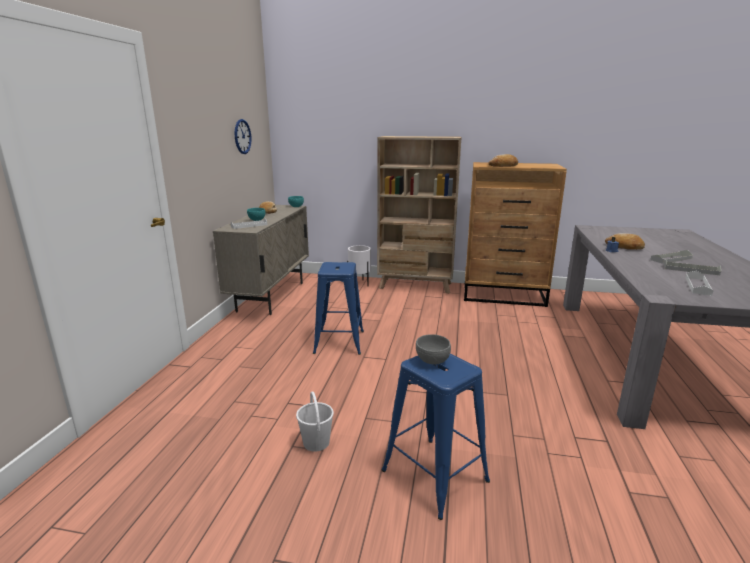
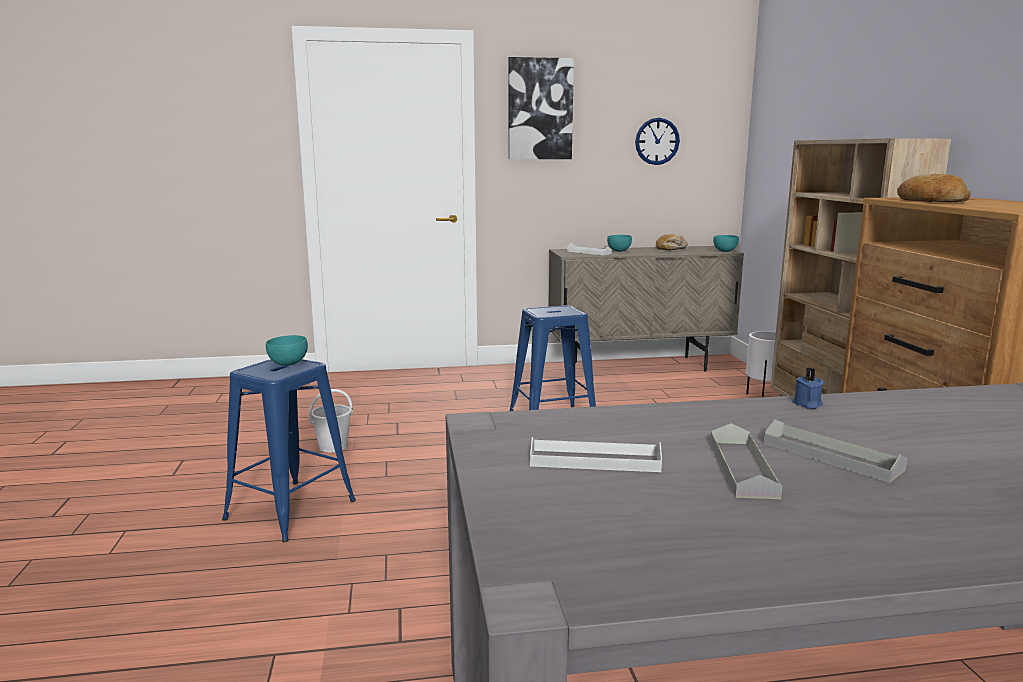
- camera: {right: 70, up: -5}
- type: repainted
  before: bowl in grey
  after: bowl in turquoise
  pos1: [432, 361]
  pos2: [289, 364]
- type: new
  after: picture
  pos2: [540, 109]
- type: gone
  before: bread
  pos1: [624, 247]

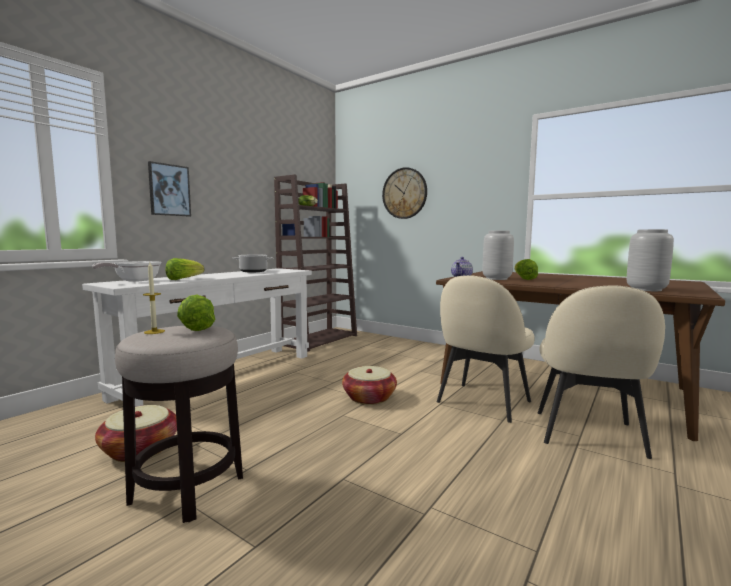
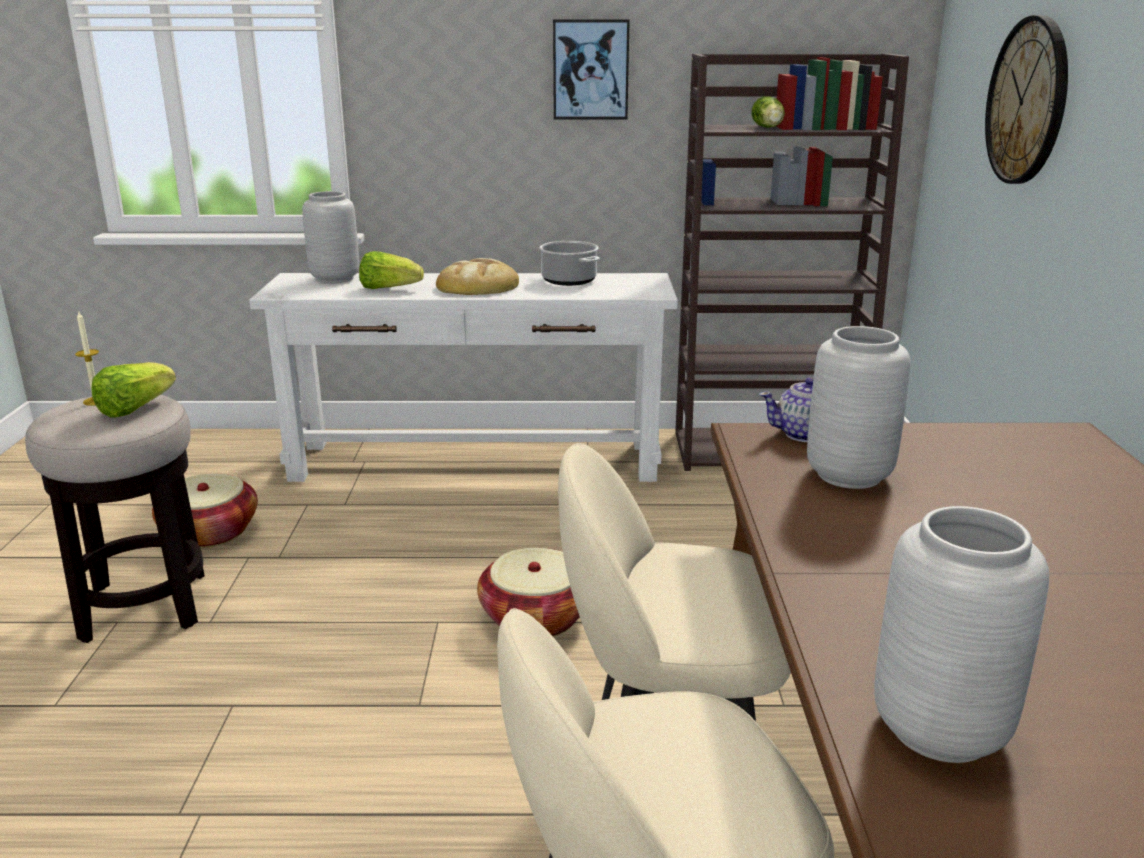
- camera: {right: 55, up: 15}
- type: swapped
  before: frying pan
  after: vase in grey
  pos1: [133, 281]
  pos2: [334, 278]
- type: new
  after: bread
  pos2: [478, 285]
- type: shifted
  before: picture
  pos1: [169, 190]
  pos2: [590, 70]
- type: gone
  before: lettuce
  pos1: [523, 279]

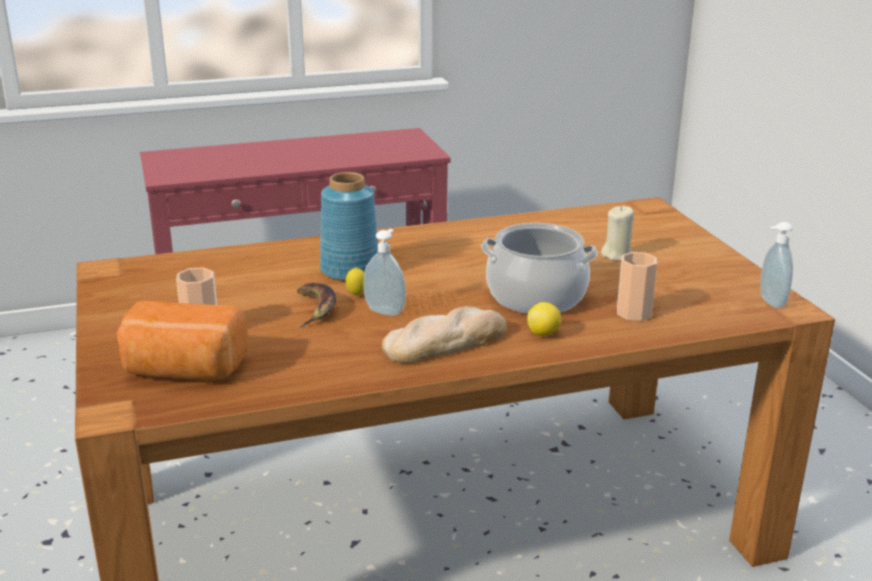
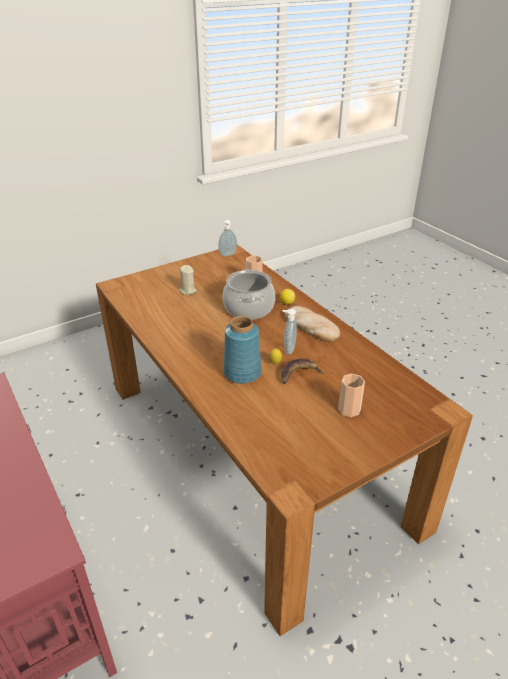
- camera: {right: -105, up: 10}
- type: gone
  before: bread
  pos1: [183, 370]

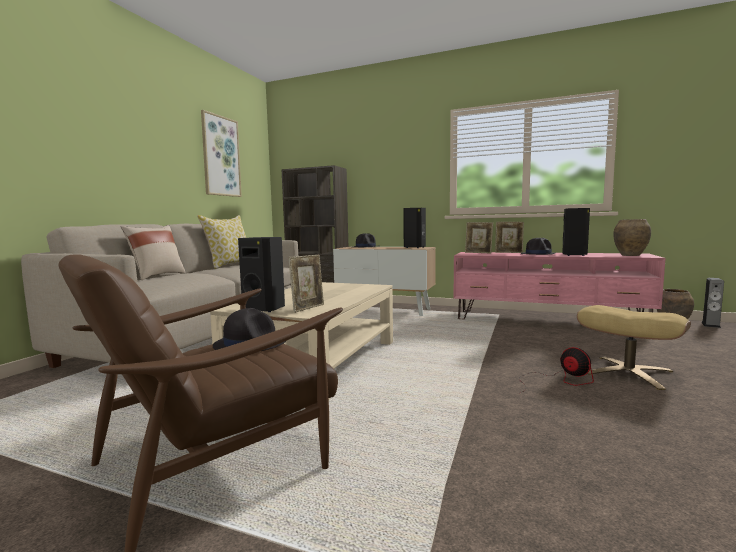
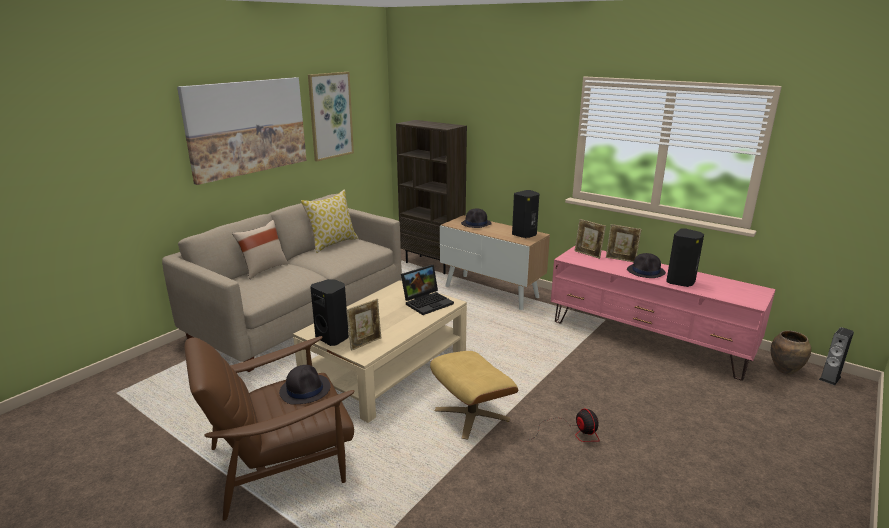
- camera: {right: 15, up: 15}
- type: new
  after: picture
  pos2: [247, 127]
- type: new
  after: laptop
  pos2: [427, 302]
- type: shifted
  before: ottoman in beige
  pos1: [628, 372]
  pos2: [471, 415]
- type: gone
  before: vase in brown
  pos1: [630, 255]

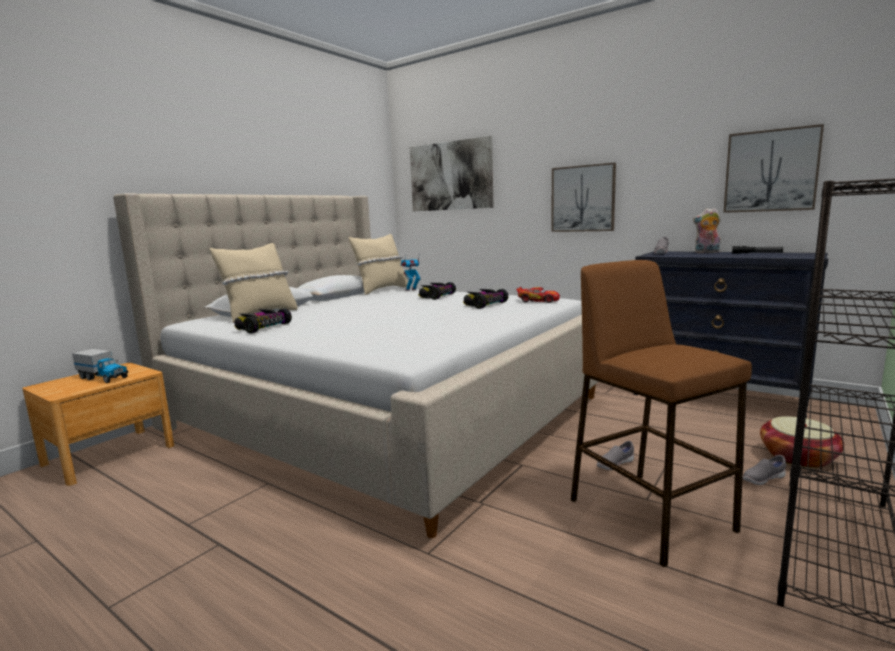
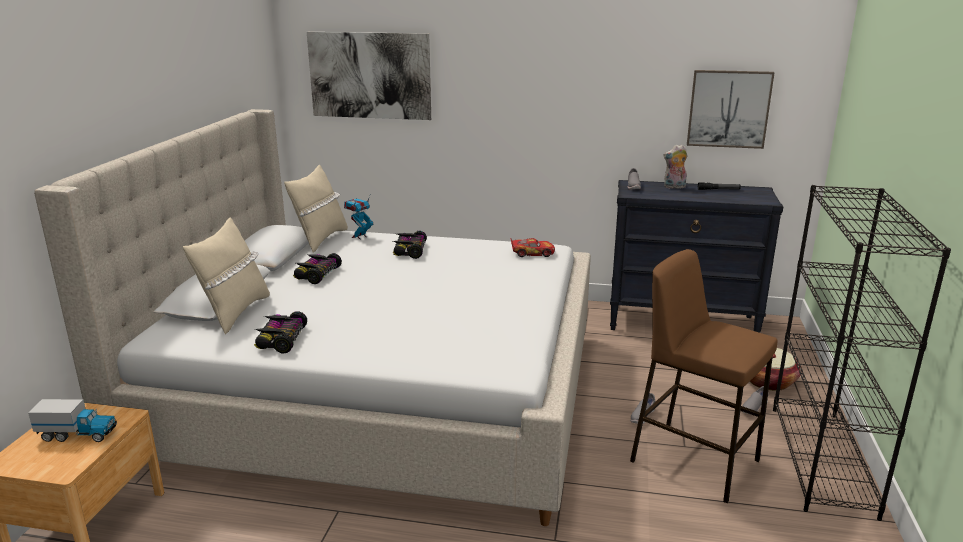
- camera: {right: -25, up: 10}
- type: shifted
  before: toy car
  pos1: [484, 304]
  pos2: [317, 274]
- type: gone
  before: picture
  pos1: [583, 198]

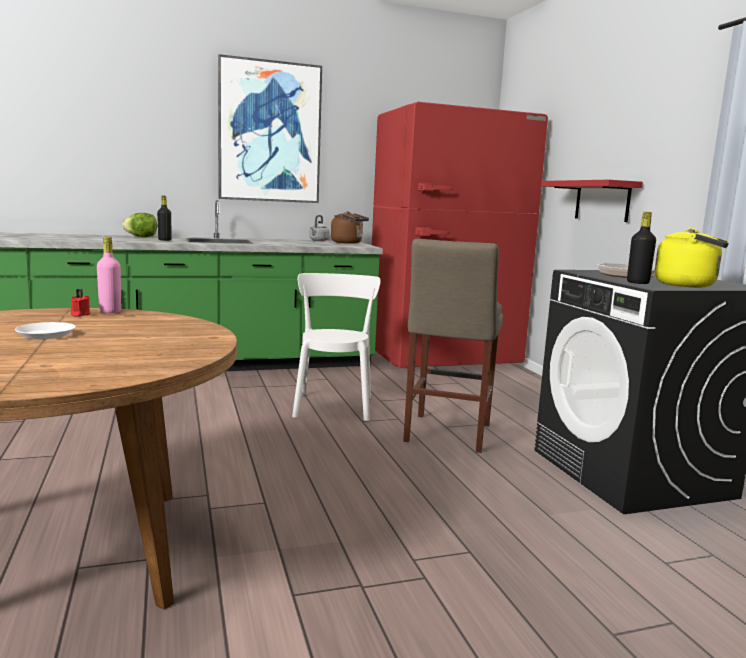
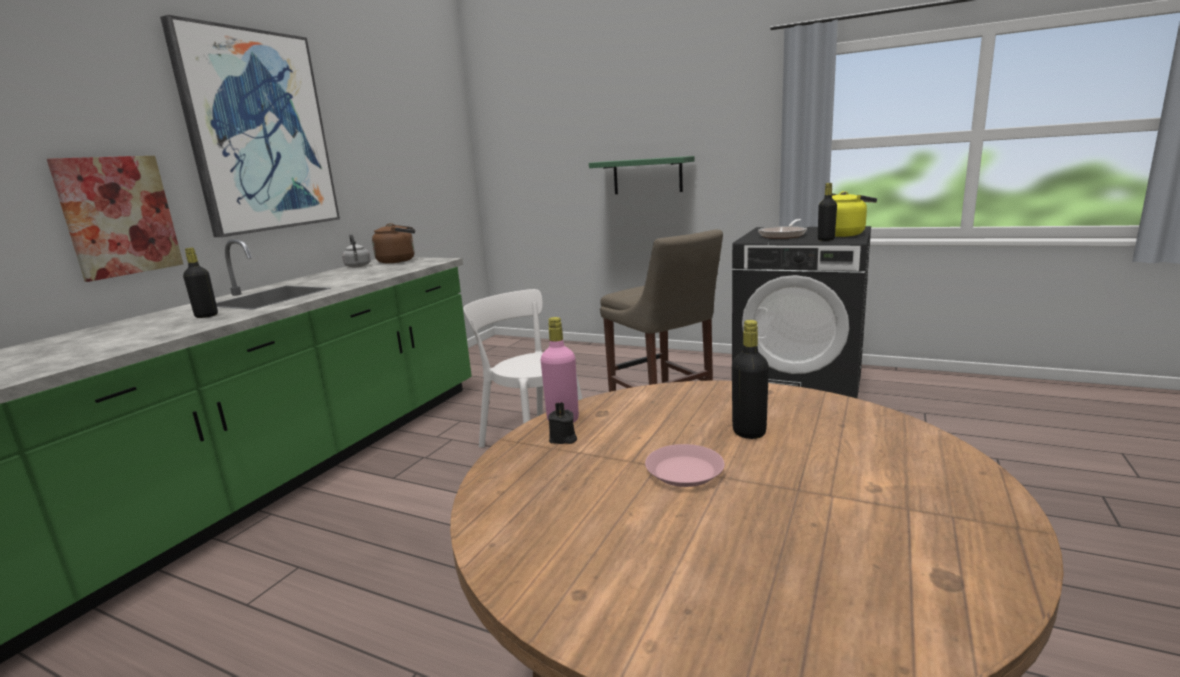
- camera: {right: -45, up: 5}
- type: new
  after: picture
  pos2: [119, 216]
- type: repainted
  before: candle in red
  after: candle in black
  pos1: [79, 314]
  pos2: [563, 439]
- type: repainted
  before: shelf in red
  after: shelf in green
  pos1: [602, 201]
  pos2: [647, 176]
- type: repainted
  before: plate in white
  after: plate in pink
  pos1: [46, 334]
  pos2: [684, 471]
- type: new
  after: bottle in black
  pos2: [749, 432]
- type: gone
  before: lettuce
  pos1: [141, 237]
- type: gone
  before: fridge in red
  pos1: [442, 359]

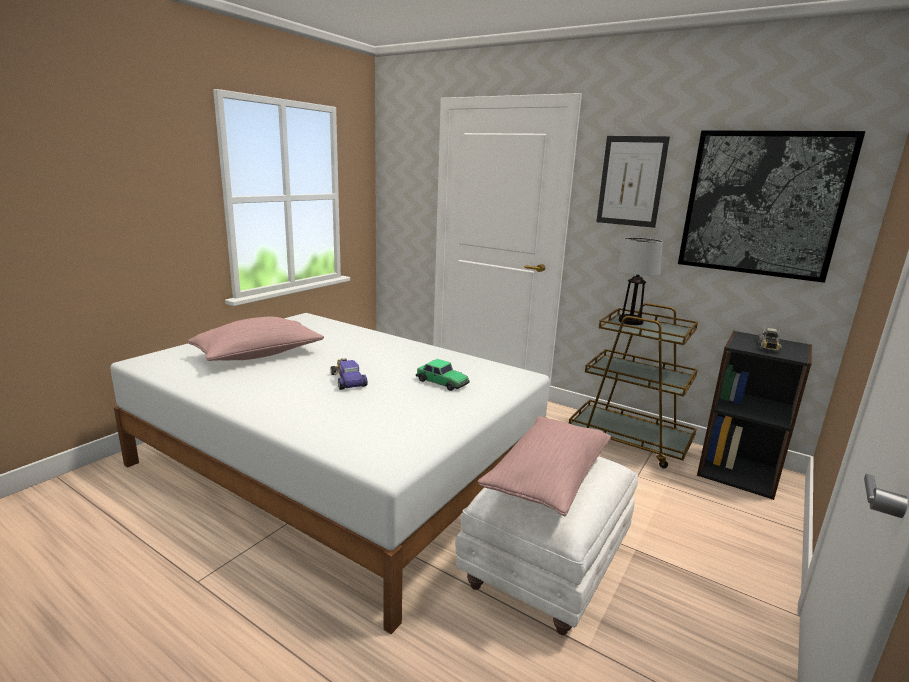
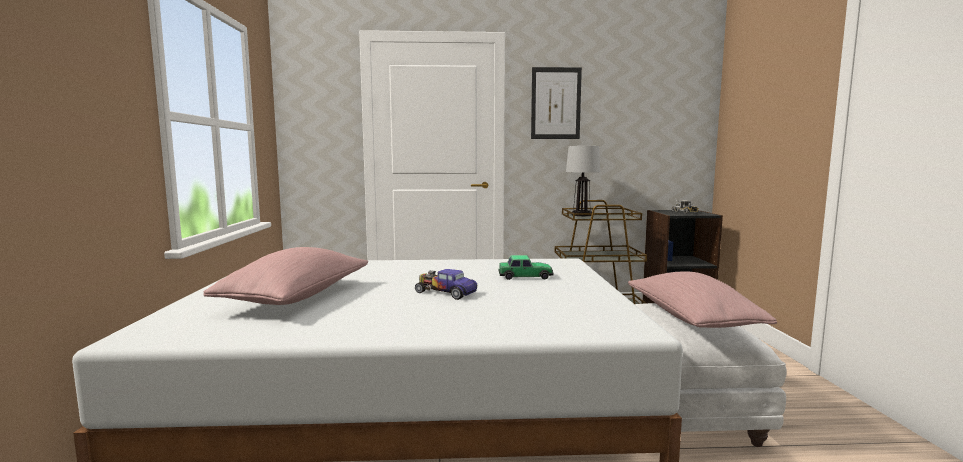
- camera: {right: -35, up: -10}
- type: gone
  before: picture
  pos1: [762, 204]

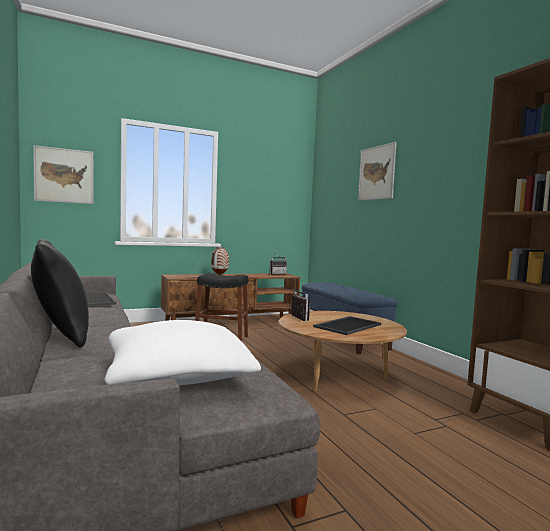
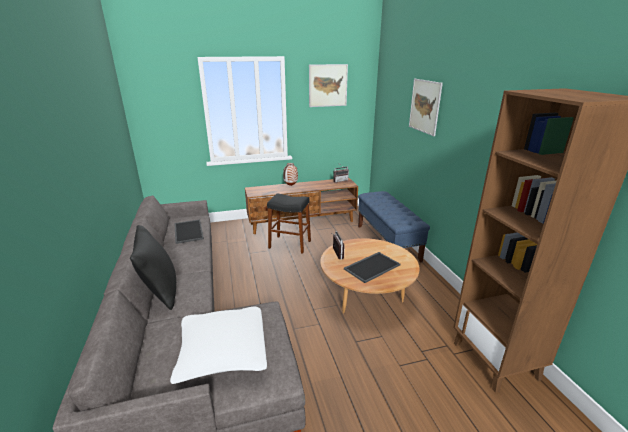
- camera: {right: 10, up: 20}
- type: shifted
  before: picture
  pos1: [64, 175]
  pos2: [328, 85]

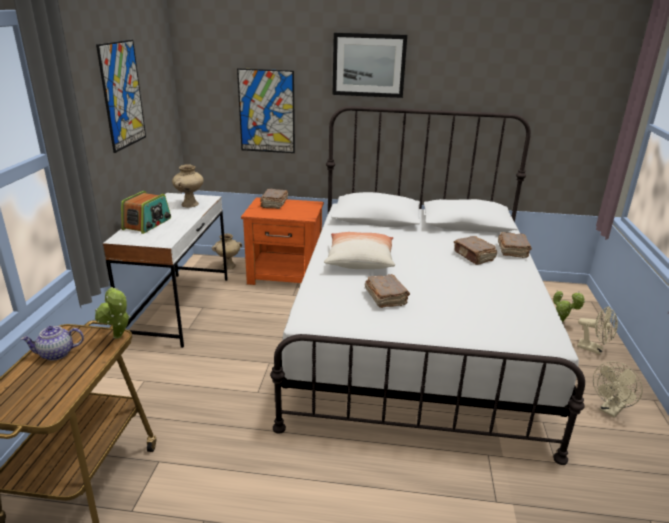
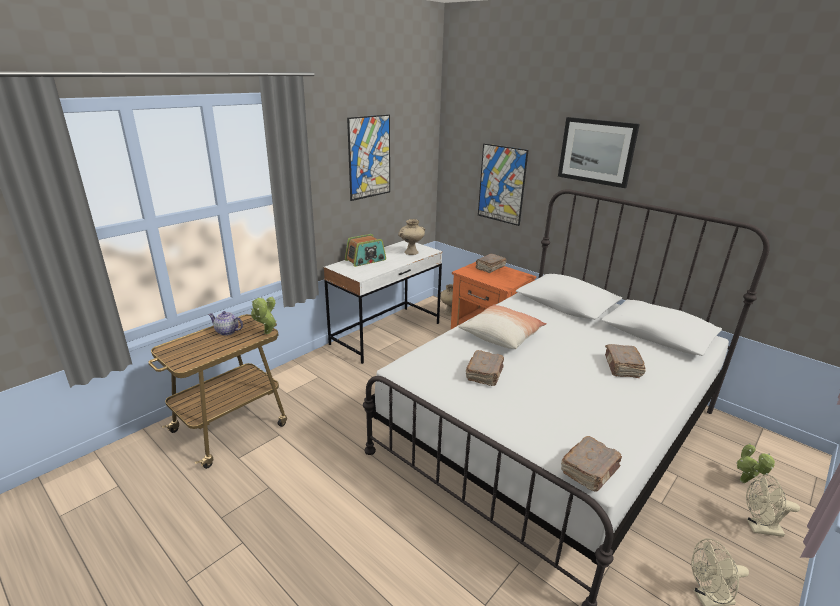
- camera: {right: 35, up: 0}
- type: shifted
  before: book in brown
  pos1: [512, 251]
  pos2: [590, 471]
- type: rotated
  before: fan in beige
  pos1: [594, 349]
  pos2: [759, 528]
  turn: 120

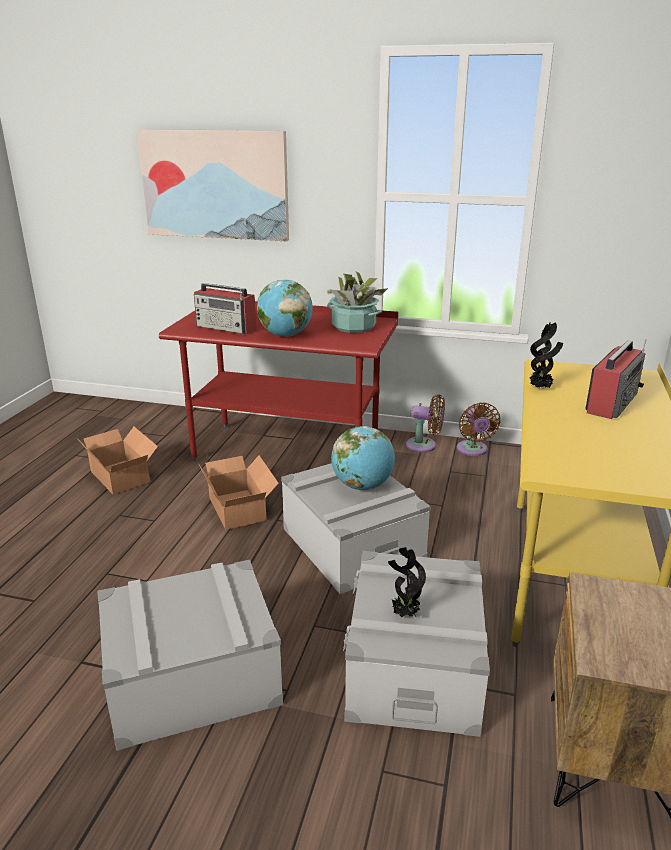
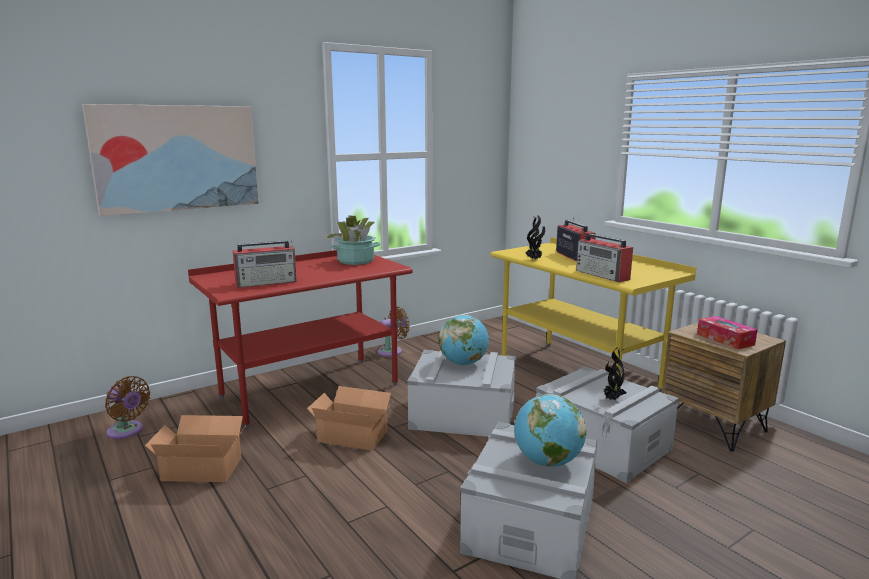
- camera: {right: -50, up: -10}
- type: shifted
  before: fan in brown
  pos1: [473, 450]
  pos2: [127, 431]
- type: shifted
  before: globe
  pos1: [285, 335]
  pos2: [547, 462]
- type: new
  after: radio
  pos2: [603, 275]
- type: new
  after: tissue box
  pos2: [725, 339]

